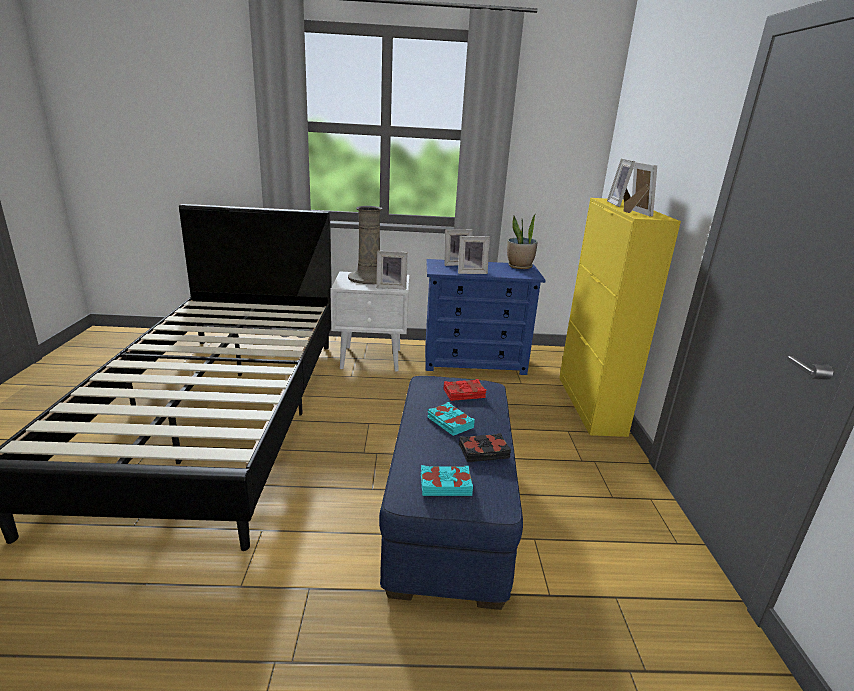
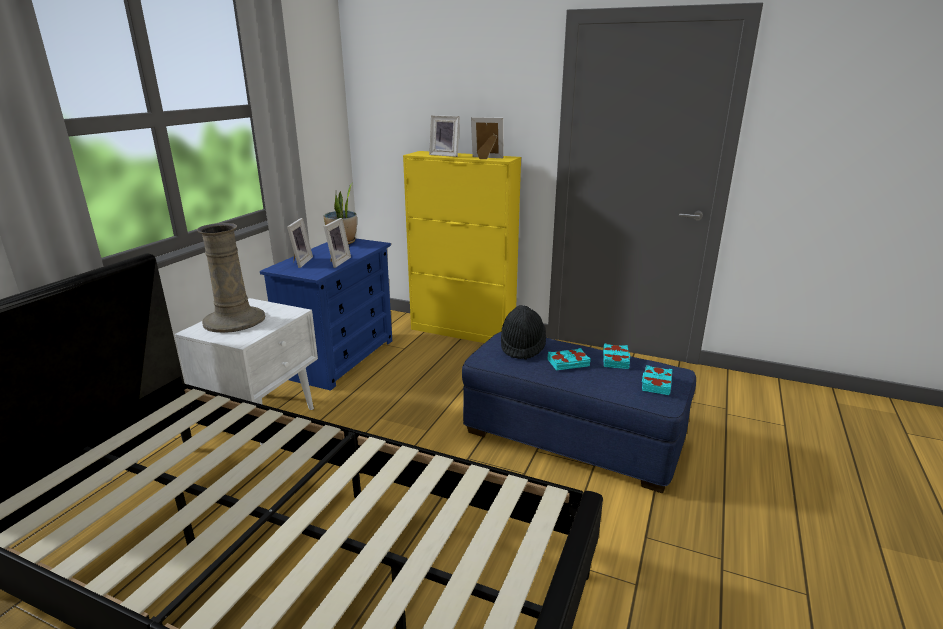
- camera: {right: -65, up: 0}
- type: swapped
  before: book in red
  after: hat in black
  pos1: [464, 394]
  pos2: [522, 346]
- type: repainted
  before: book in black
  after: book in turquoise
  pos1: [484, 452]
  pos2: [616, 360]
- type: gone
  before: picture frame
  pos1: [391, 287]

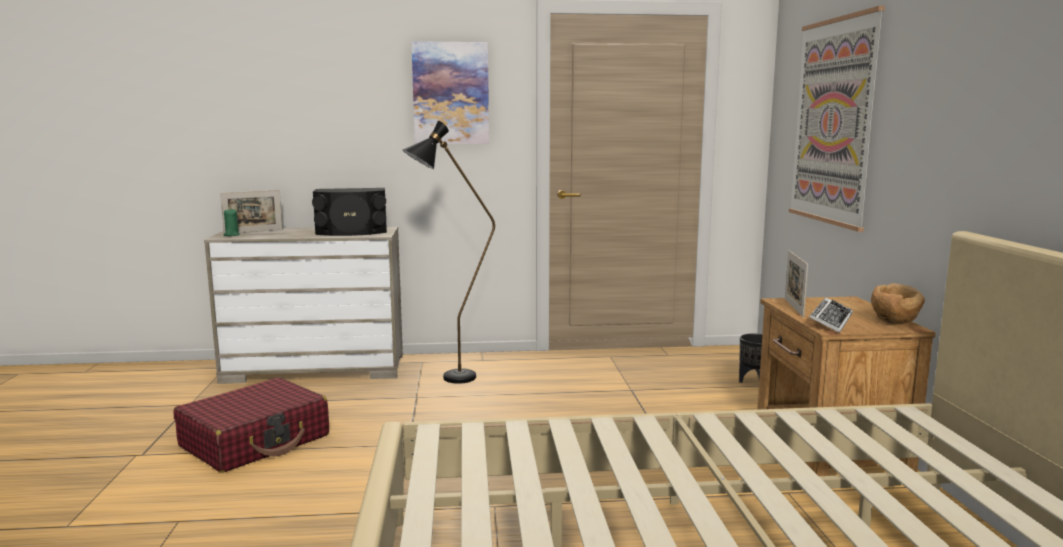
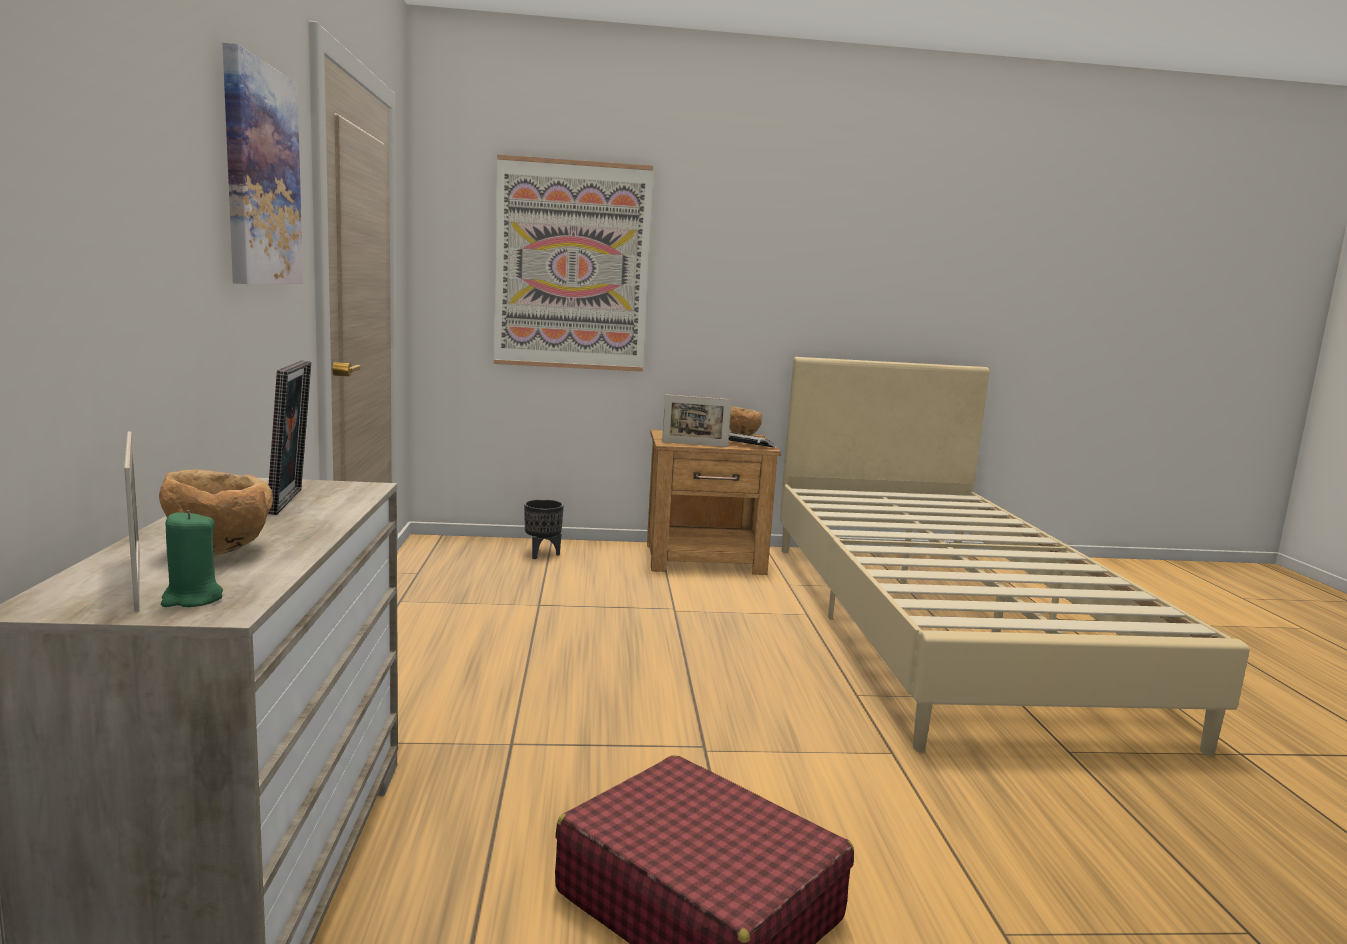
- camera: {right: -90, up: 0}
- type: new
  after: bowl in brown
  pos2: [220, 551]
- type: swapped
  before: speaker in black
  after: picture frame
  pos1: [351, 232]
  pos2: [292, 502]
- type: gone
  before: floor lamp in black
  pos1: [447, 379]

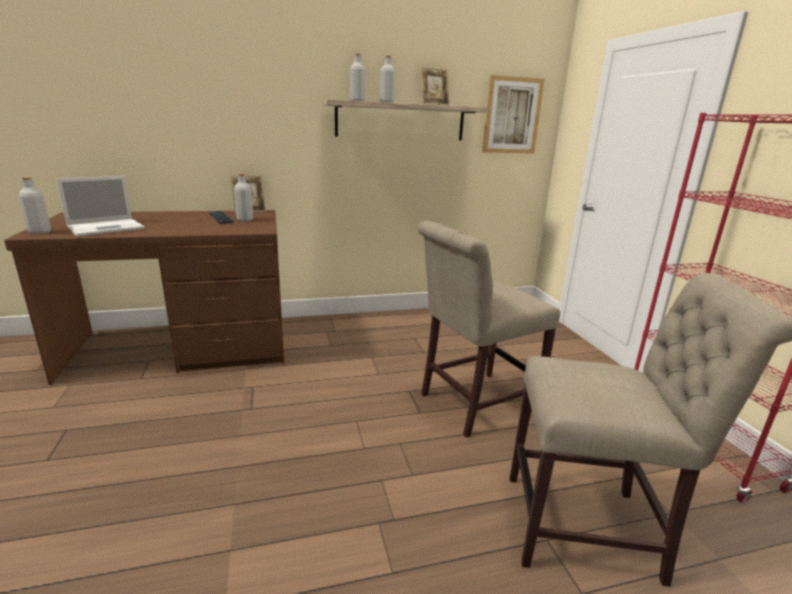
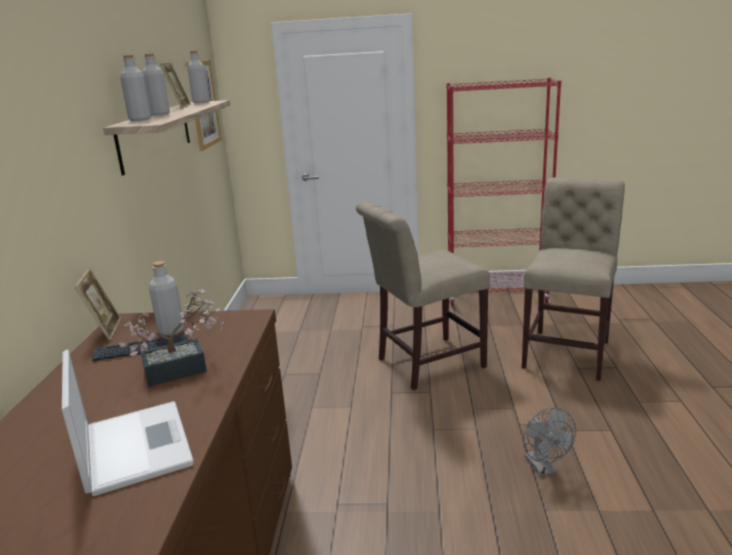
- camera: {right: -70, up: 0}
- type: new
  after: potted plant
  pos2: [183, 369]
- type: shifted
  before: bottle in grey
  pos1: [40, 232]
  pos2: [201, 102]
- type: rotated
  before: chair in beige
  pos1: [472, 404]
  pos2: [425, 364]
  turn: 75
- type: new
  after: fan in grey
  pos2: [544, 468]

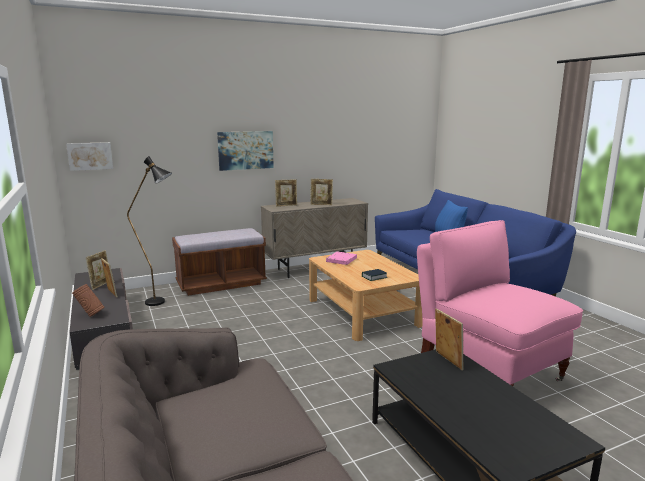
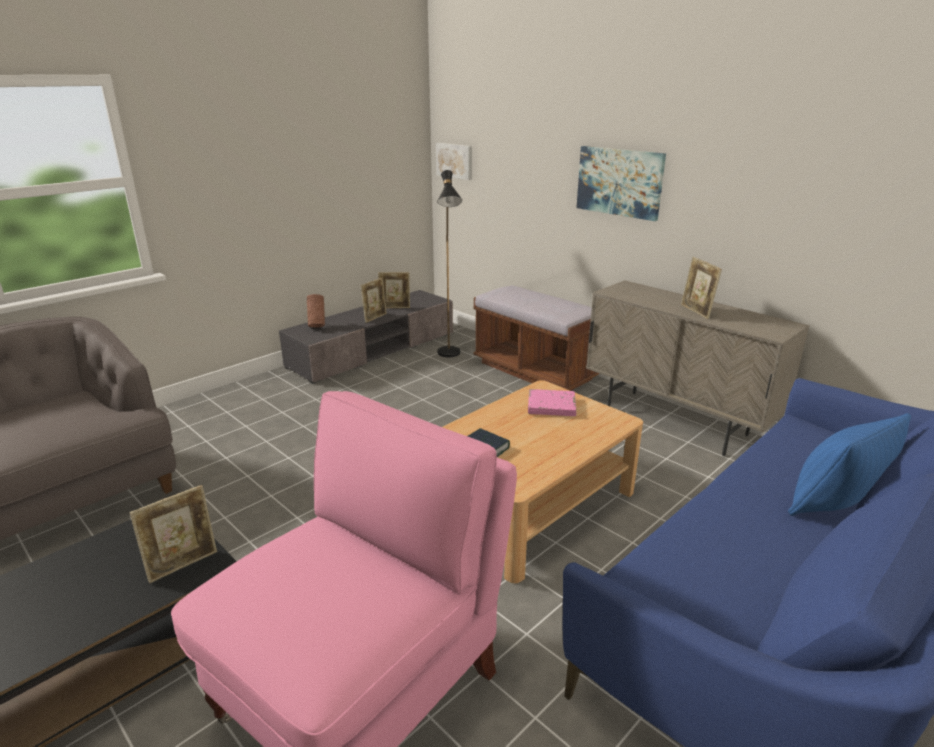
- camera: {right: 70, up: 10}
- type: gone
  before: picture frame
  pos1: [286, 205]

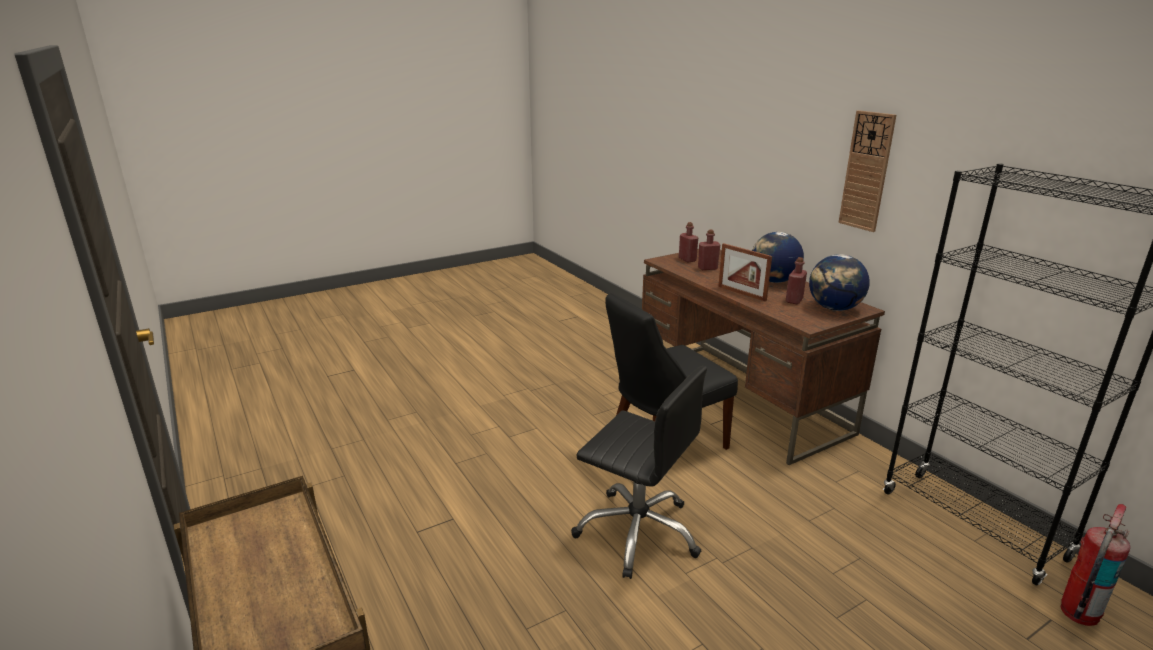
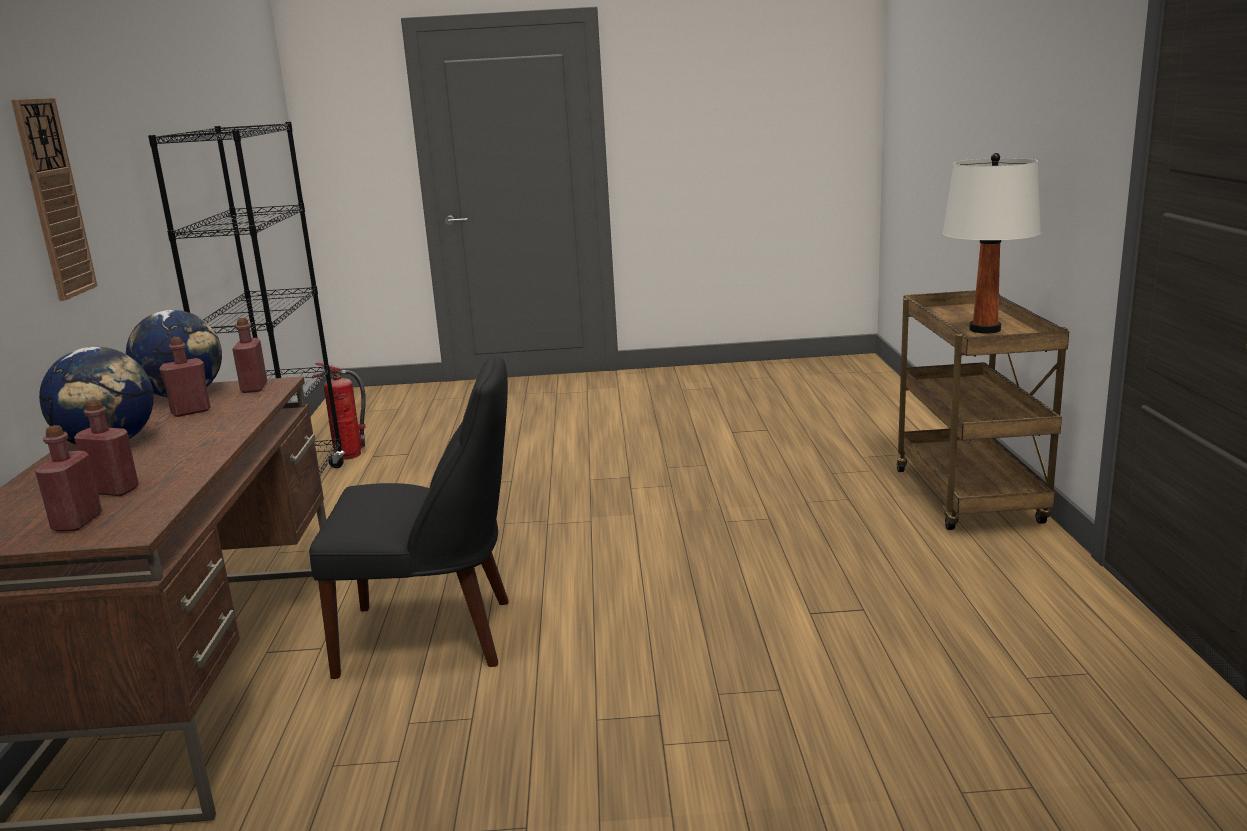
- camera: {right: -150, up: -5}
- type: new
  after: bottle in red
  pos2: [254, 388]
- type: new
  after: table lamp in white
  pos2: [985, 329]
- type: gone
  before: office chair in black
  pos1: [638, 532]
- type: gone
  before: picture frame
  pos1: [741, 293]

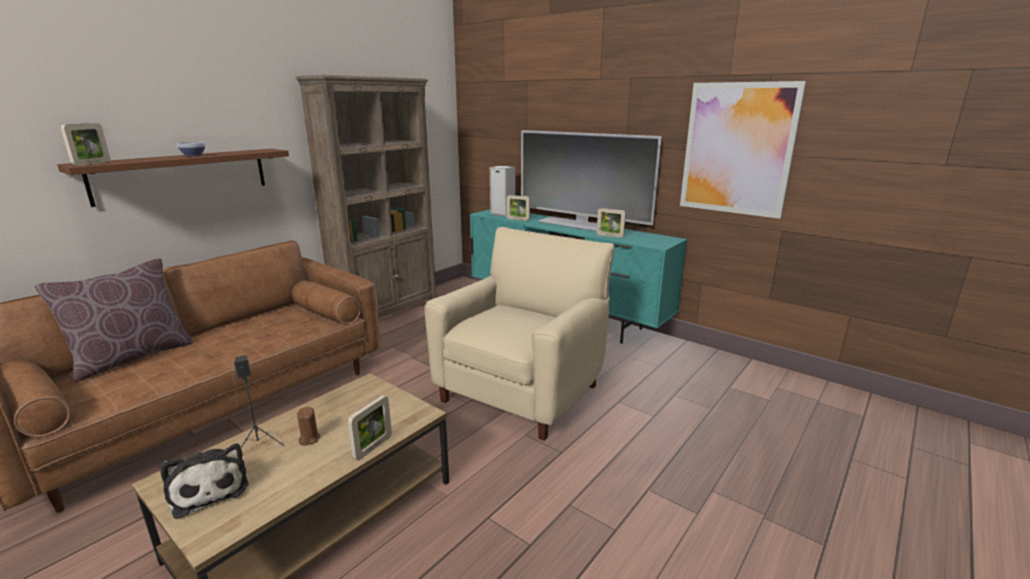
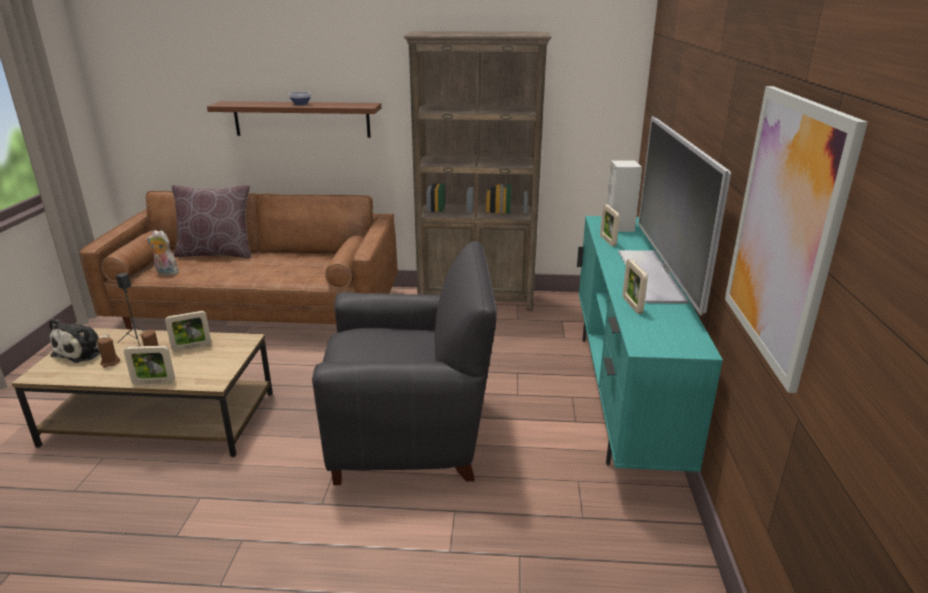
- camera: {right: 55, up: 5}
- type: new
  after: candle in brown
  pos2: [110, 363]
- type: new
  after: plush toy
  pos2: [165, 273]
- type: shifted
  before: picture frame
  pos1: [92, 163]
  pos2: [192, 347]
- type: repainted
  before: armchair in beige
  after: armchair in black
  pos1: [522, 392]
  pos2: [410, 436]

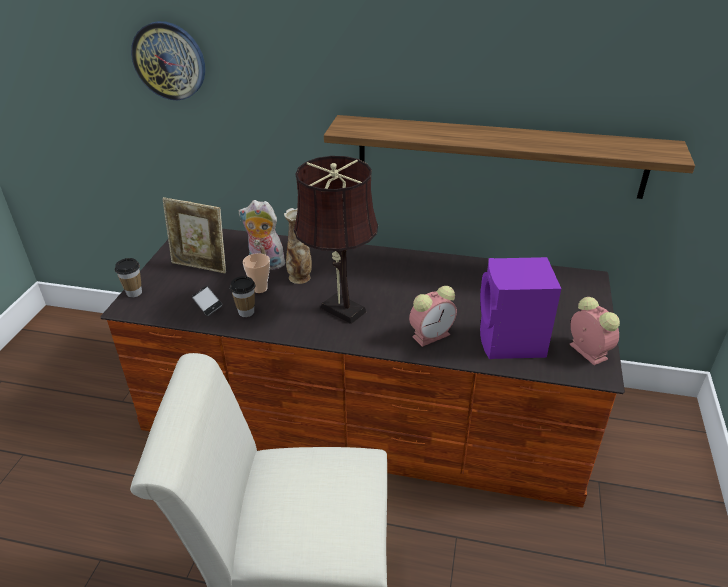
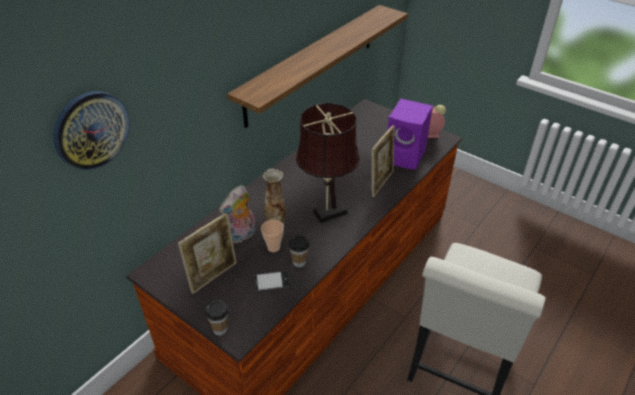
- camera: {right: -65, up: 5}
- type: swapped
  before: alarm clock
  after: picture frame
  pos1: [432, 335]
  pos2: [381, 183]

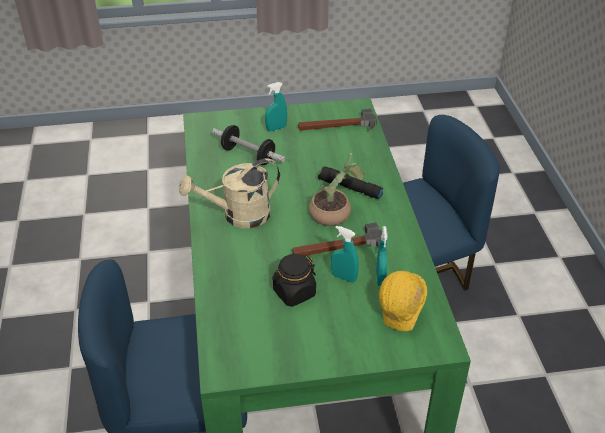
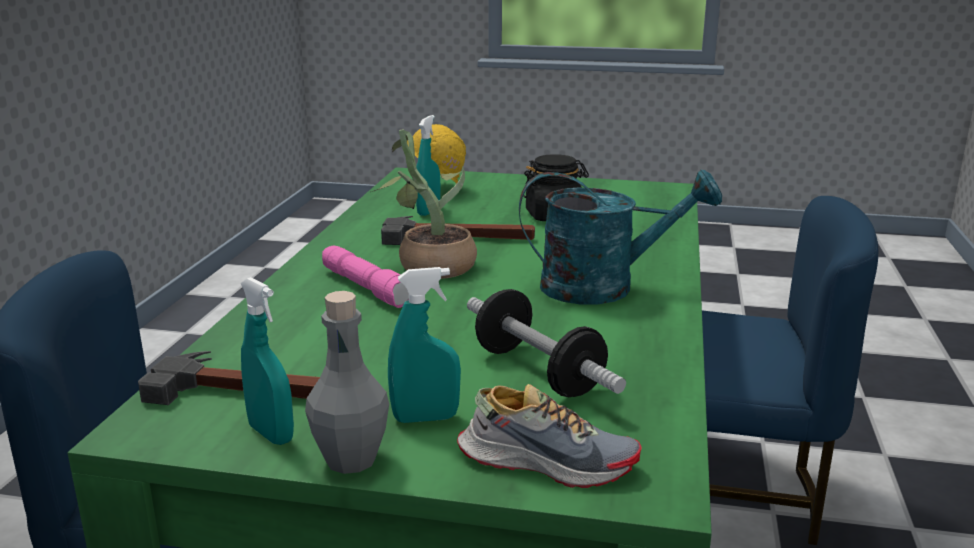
- camera: {right: -160, up: -20}
- type: shifted
  before: spray bottle in turquoise
  pos1: [343, 277]
  pos2: [271, 434]
- type: new
  after: bottle in grey
  pos2: [351, 459]
- type: repainted
  before: flashlight in black
  after: flashlight in pink
  pos1: [349, 188]
  pos2: [368, 288]
- type: new
  after: shoe
  pos2: [546, 461]
- type: repainted
  before: watering can in beige
  after: watering can in turquoise
  pos1: [238, 216]
  pos2: [604, 287]

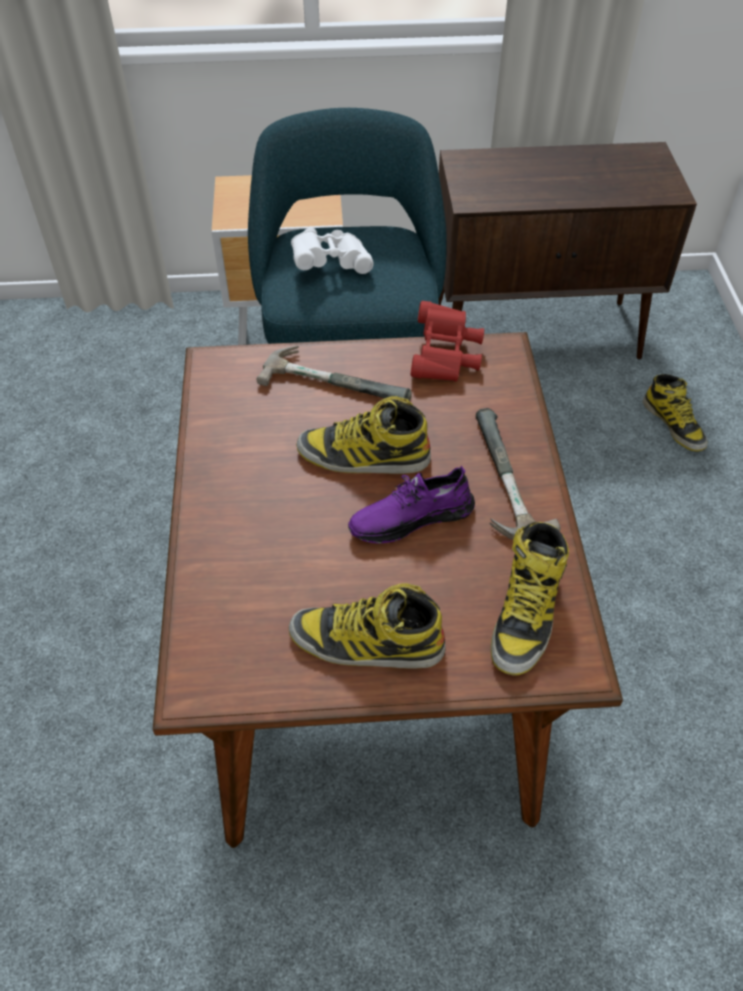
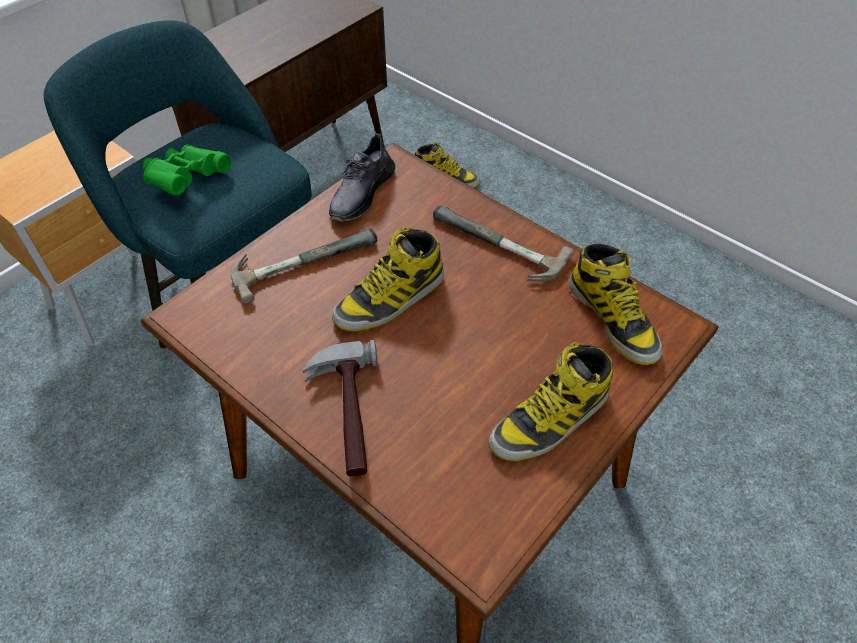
- camera: {right: -45, up: 0}
- type: repainted
  before: binoculars in white
  after: binoculars in green
  pos1: [330, 263]
  pos2: [186, 180]
- type: new
  after: hammer
  pos2: [345, 413]
- type: swapped
  before: binoculars in red
  after: shoe in grey
  pos1: [445, 357]
  pos2: [361, 193]
- type: gone
  before: shoe in purple
  pos1: [411, 517]

